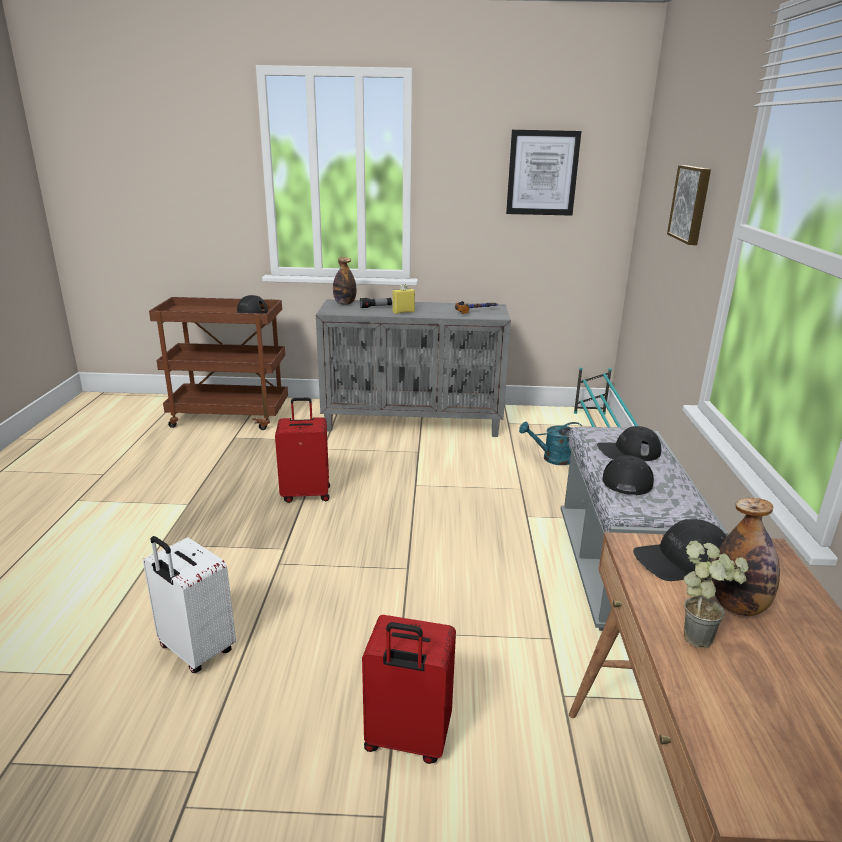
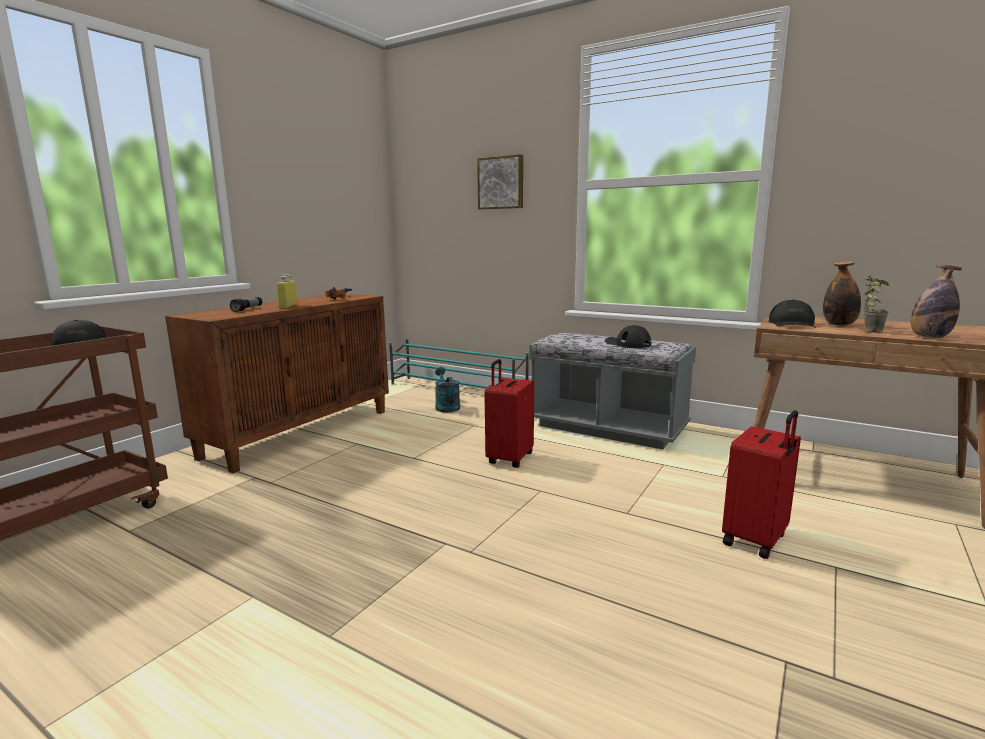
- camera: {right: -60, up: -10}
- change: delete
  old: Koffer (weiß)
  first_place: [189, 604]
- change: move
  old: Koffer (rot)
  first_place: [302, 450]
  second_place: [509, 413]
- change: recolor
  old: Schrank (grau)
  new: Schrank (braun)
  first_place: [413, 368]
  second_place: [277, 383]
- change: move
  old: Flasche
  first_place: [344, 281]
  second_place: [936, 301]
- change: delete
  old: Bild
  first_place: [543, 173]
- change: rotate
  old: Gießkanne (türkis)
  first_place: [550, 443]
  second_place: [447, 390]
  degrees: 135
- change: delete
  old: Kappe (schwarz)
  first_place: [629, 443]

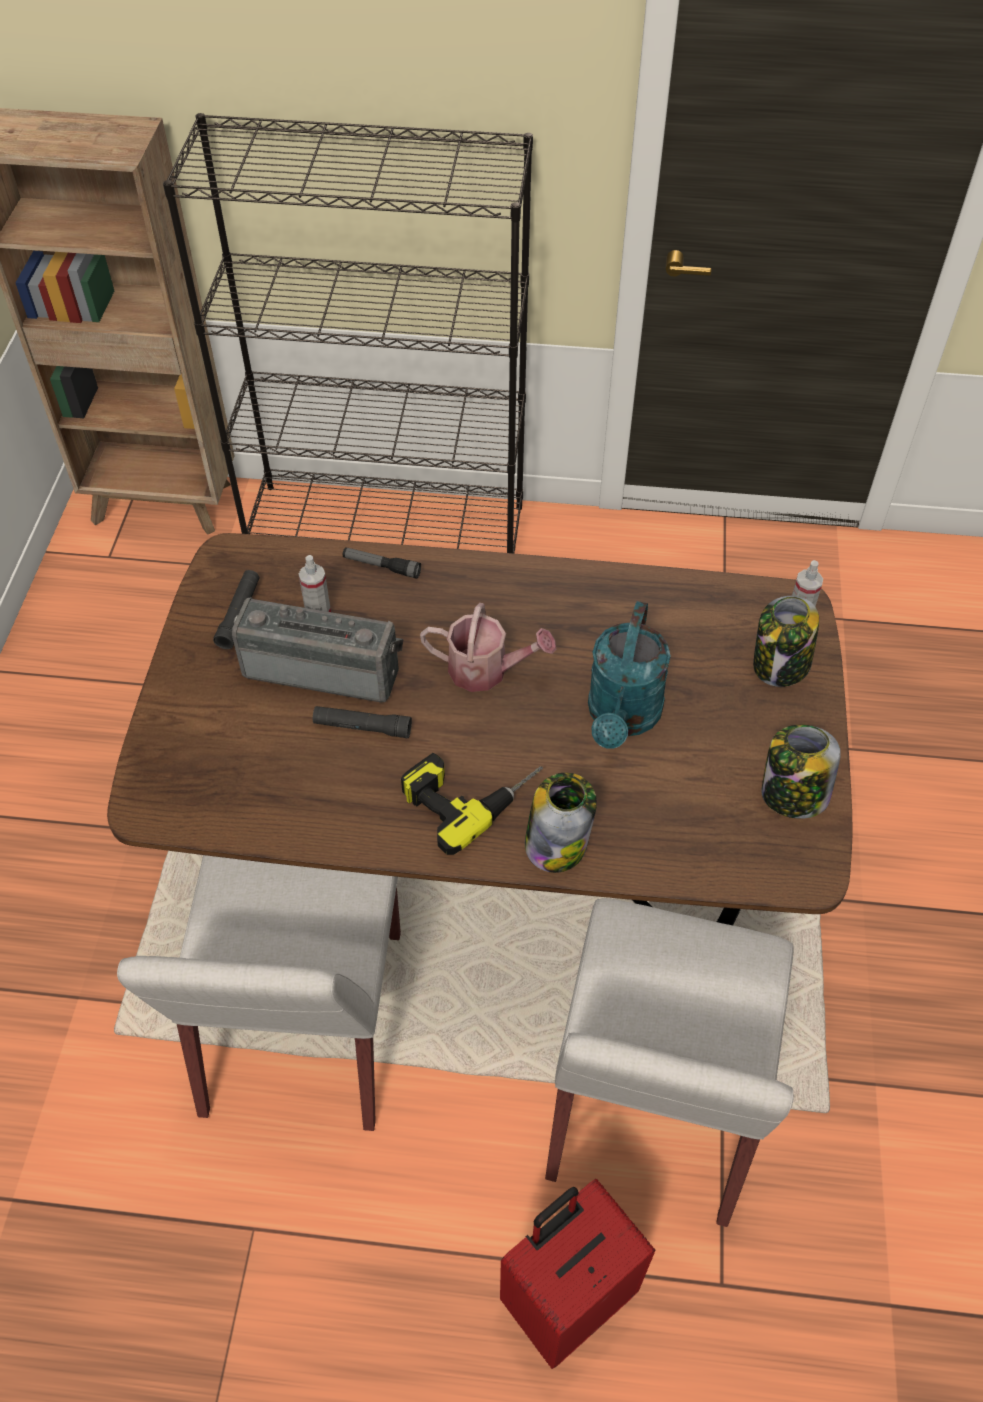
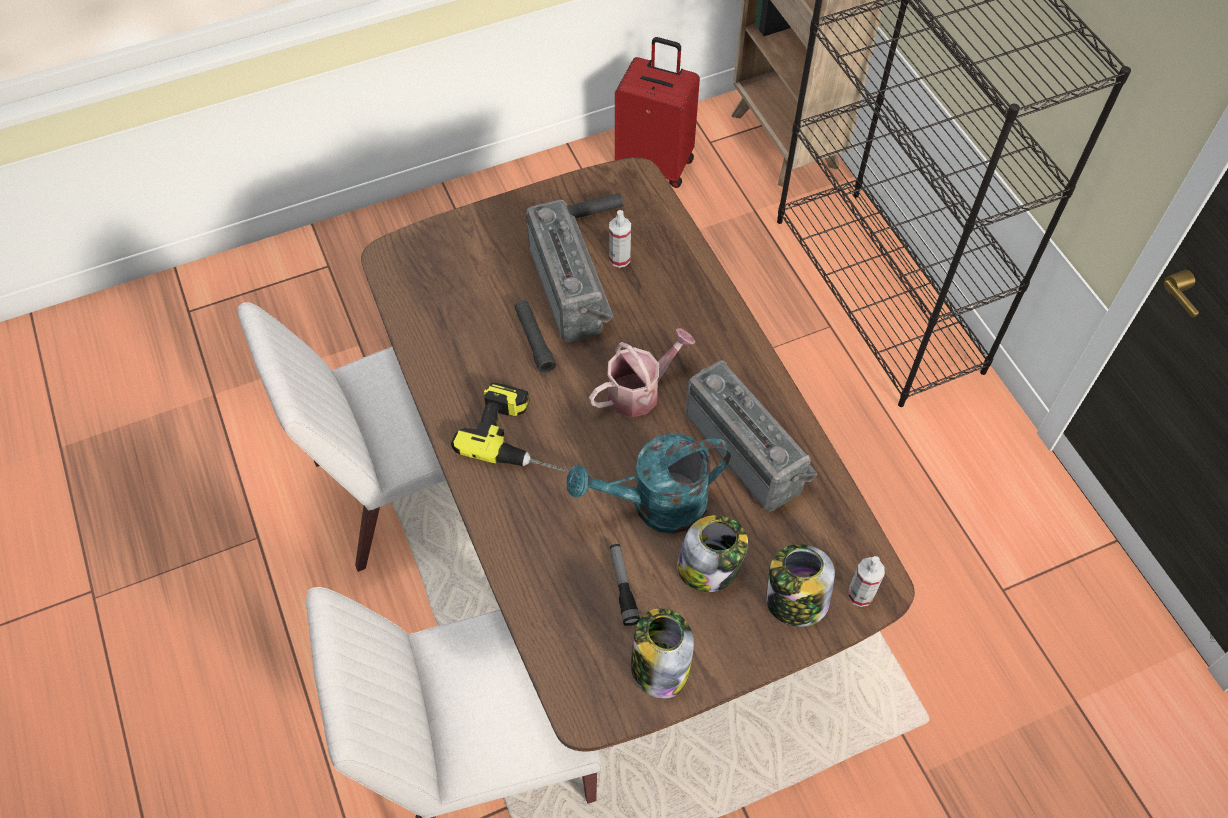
- camera: {right: 60, up: 5}
- change: move
  old: Taschenlampe
  first_place: [382, 563]
  second_place: [625, 585]
- change: rotate
  old: Gießkanne
  first_place: [488, 647]
  second_place: [642, 373]
  degrees: -105
- change: move
  old: Koffer (rot)
  first_place: [578, 1274]
  second_place: [657, 112]
- change: move
  old: Vorratsglas
  first_place: [561, 823]
  second_place: [712, 553]
- change: insert
  new: Radio
  second_place: [751, 436]

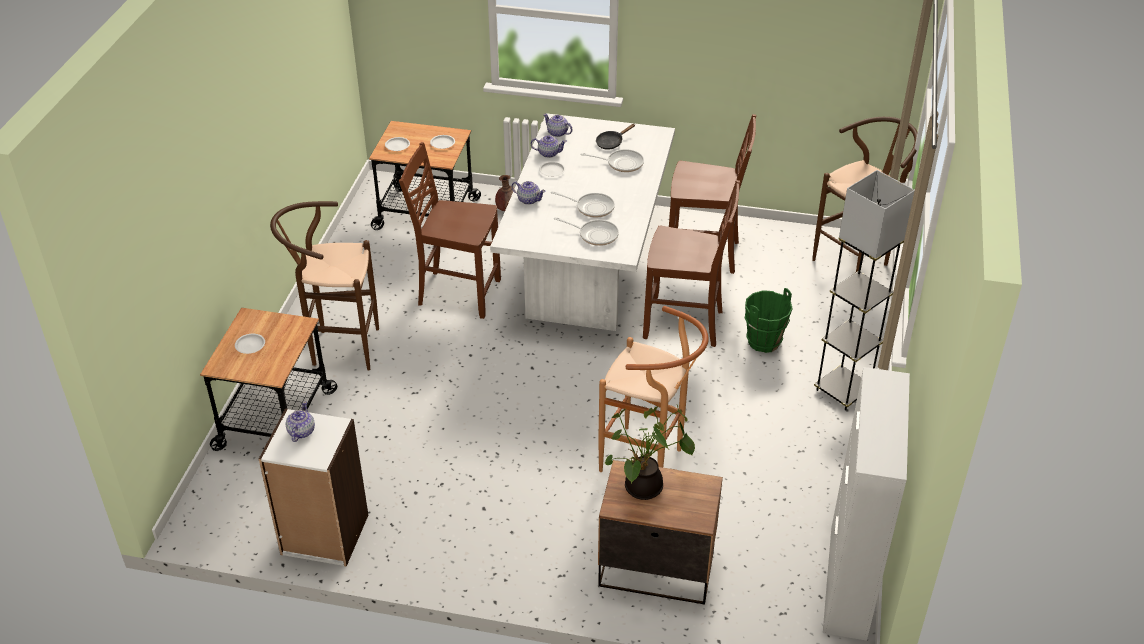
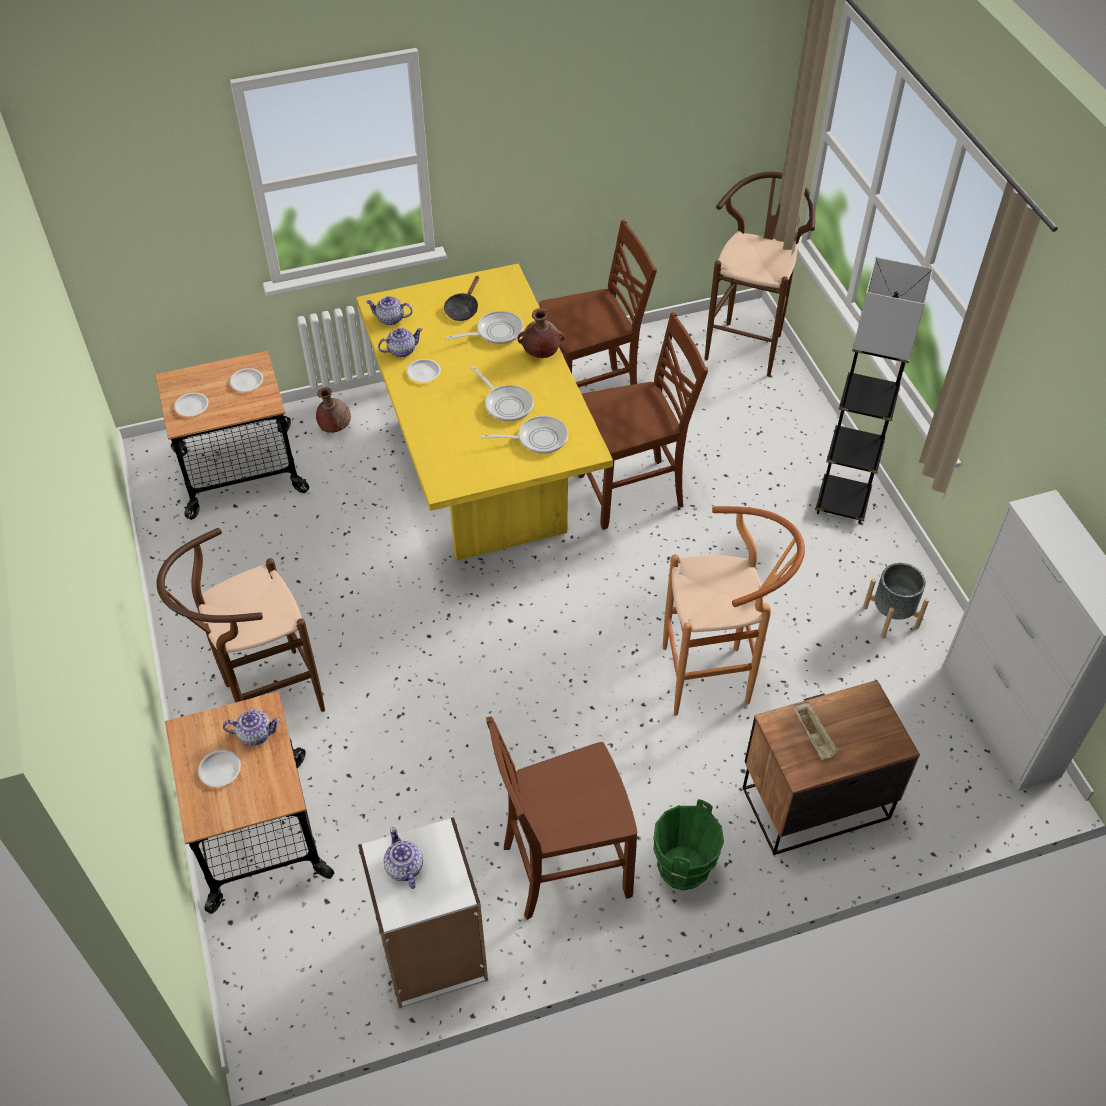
- camera: {right: -30, up: 10}
- change: move
  old: Stuhl (braun)
  first_place: [450, 230]
  second_place: [561, 818]
- change: recolor
  old: Esstisch (weiß)
  new: Esstisch (gelb)
  first_place: [582, 222]
  second_place: [484, 411]
- change: move
  old: Teekanne
  first_place: [529, 193]
  second_place: [252, 728]
- change: rotate
  old: Pfanne
  first_place: [583, 204]
  second_place: [502, 393]
  degrees: 60
- change: replace
  old: Topfpflanze
  new: Tablett (beige)
  first_place: [650, 452]
  second_place: [815, 731]
- change: move
  old: Eimer (grün)
  first_place: [769, 320]
  second_place: [688, 844]
- change: insert
  new: Vase (braun)
  second_place: [541, 333]
- change: insert
  new: Pflanzkübel (grau)
  second_place: [896, 601]

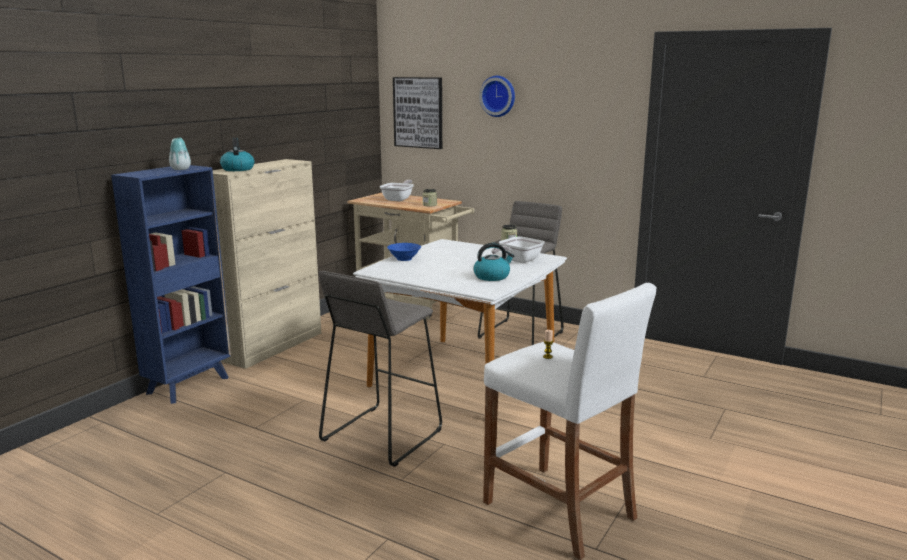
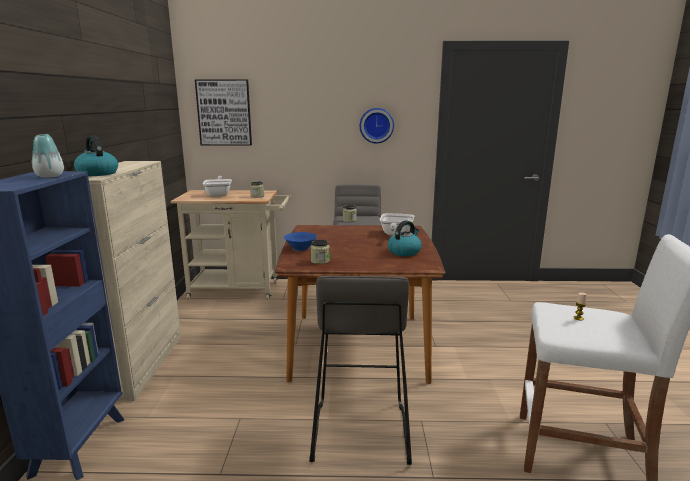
- camera: {right: -30, up: 0}
- change: recolor
  old: Esstisch (weiß)
  new: Esstisch (braun)
  first_place: [460, 313]
  second_place: [360, 304]
- change: move
  old: Wanduhr
  first_place: [497, 96]
  second_place: [377, 126]
- change: insert
  new: Vorratsglas
  second_place: [320, 251]

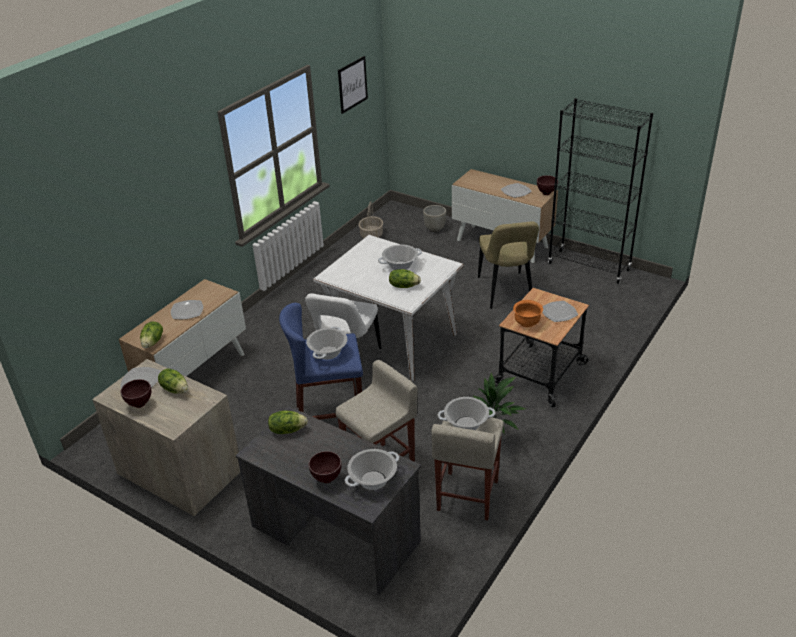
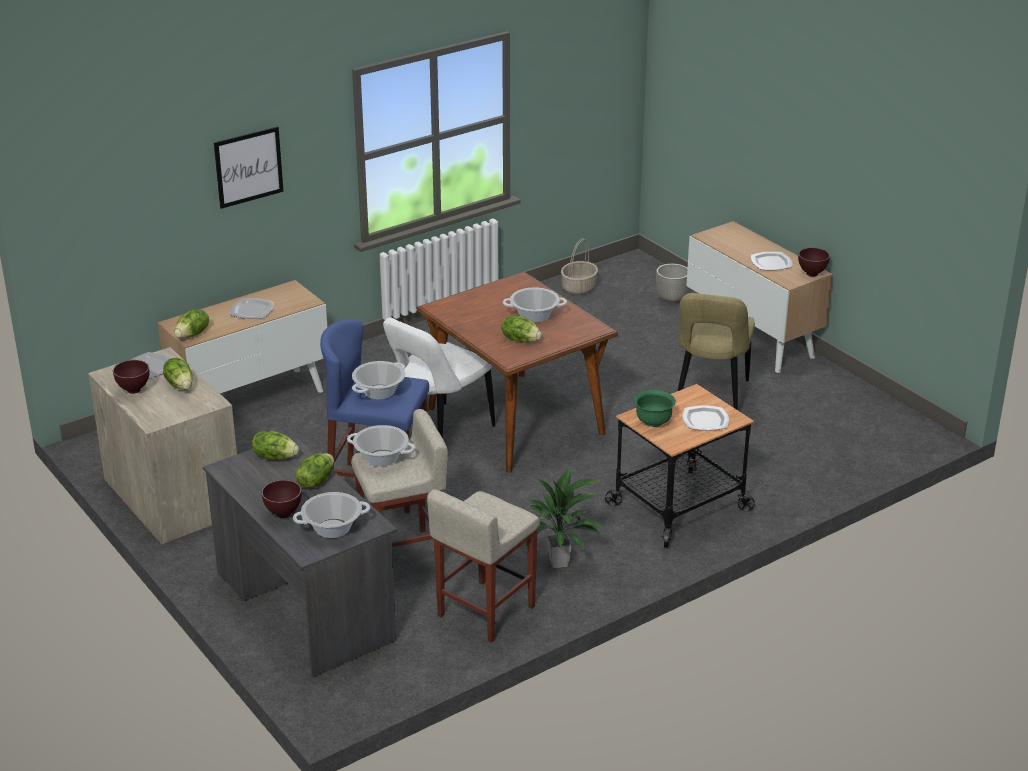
- camera: {right: 20, up: -5}
- change: recolor
  old: Esstisch (weiß)
  new: Esstisch (braun)
  first_place: [388, 308]
  second_place: [517, 372]
- change: move
  old: Bild
  first_place: [353, 85]
  second_place: [249, 167]
- change: move
  old: Kochtopf
  first_place: [467, 413]
  second_place: [381, 446]
- change: recolor
  old: Schüssel (orange)
  new: Schüssel (grün)
  first_place: [528, 313]
  second_place: [655, 408]
- change: delete
  old: Bücherregal (schwarz)
  first_place: [600, 191]
- change: insert
  new: Salatkopf
  second_place: [315, 470]

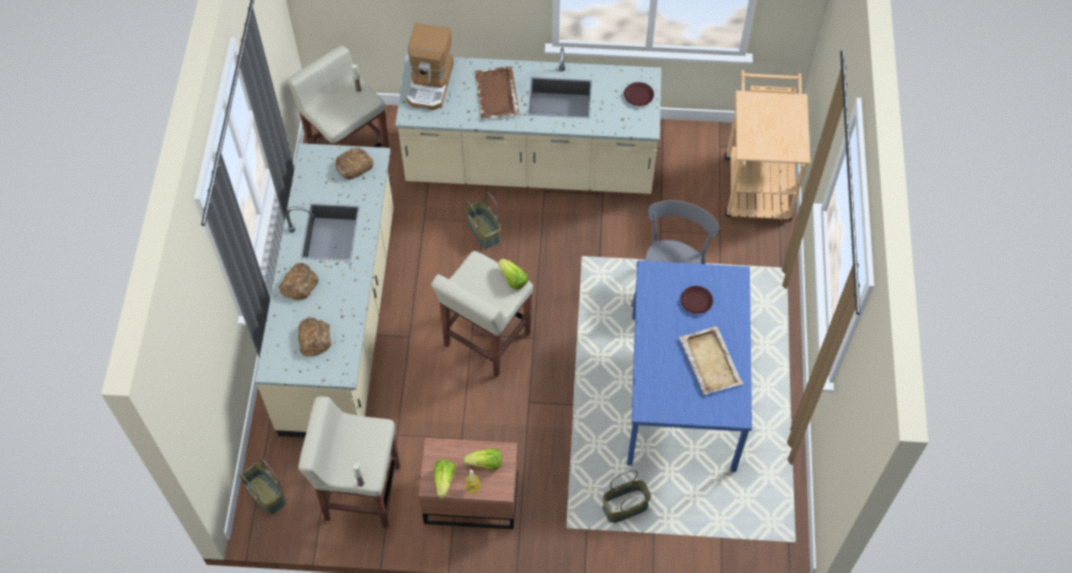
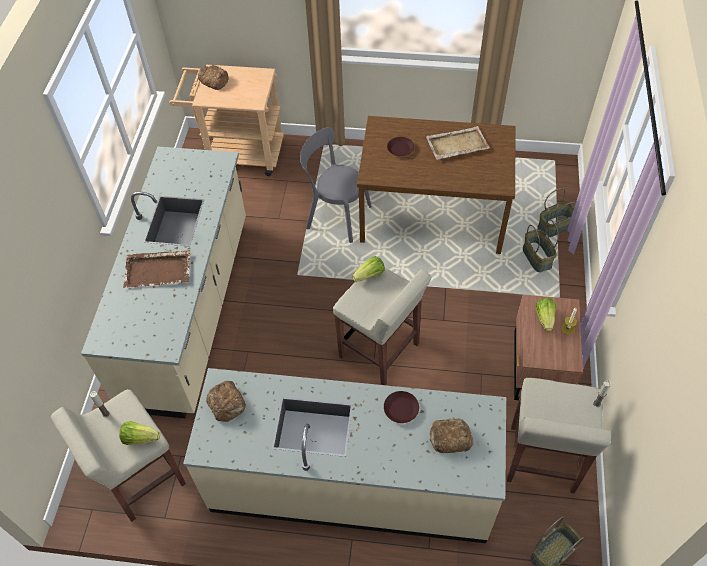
- camera: {right: -85, up: -5}
- change: move
  old: Brot
  first_place: [299, 281]
  second_place: [213, 77]
- change: delete
  old: Kaffeemaschine
  first_place: [430, 66]
- change: move
  old: Salatkopf
  first_place: [445, 478]
  second_place: [139, 433]
- change: move
  old: Korb
  first_place: [483, 220]
  second_place: [556, 212]
- change: move
  old: Teller (braun)
  first_place: [639, 94]
  second_place: [401, 407]
- change: recolor
  old: Esstisch (blau)
  new: Esstisch (braun)
  first_place: [689, 366]
  second_place: [436, 185]

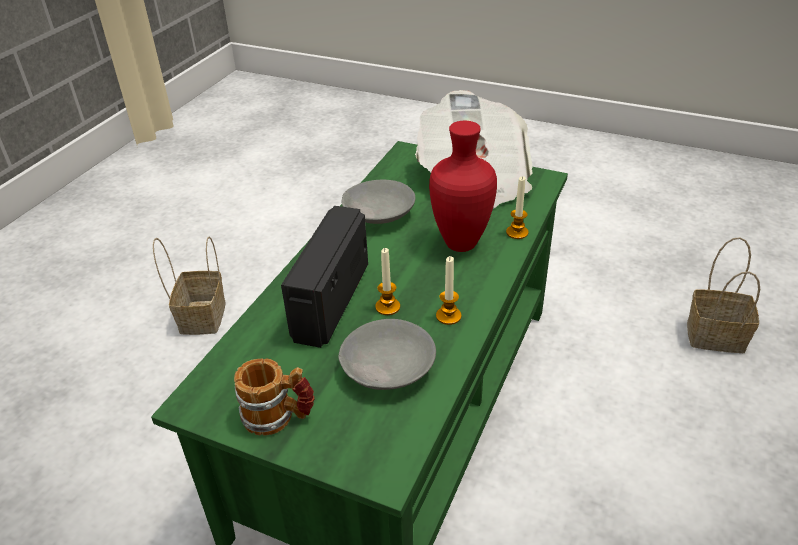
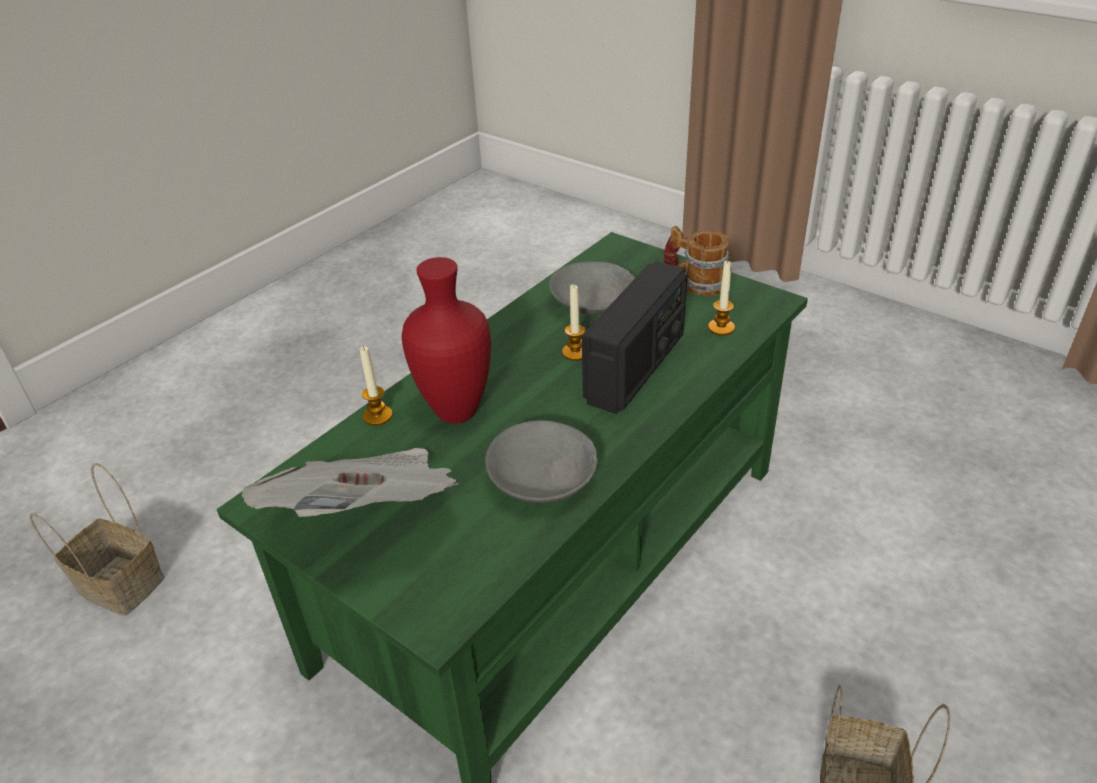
- camera: {right: -165, up: 0}
- change: move
  old: Kerze
  first_place: [449, 290]
  second_place: [721, 298]

